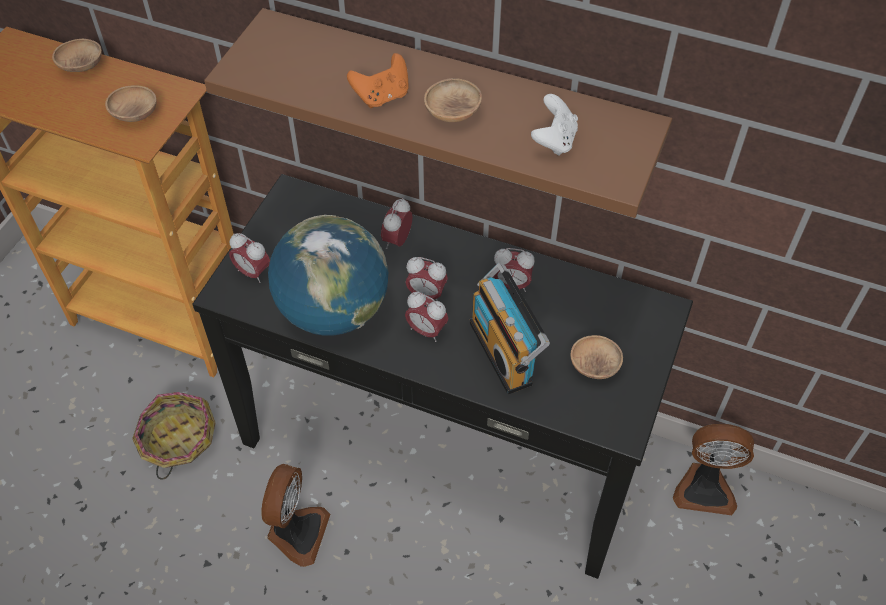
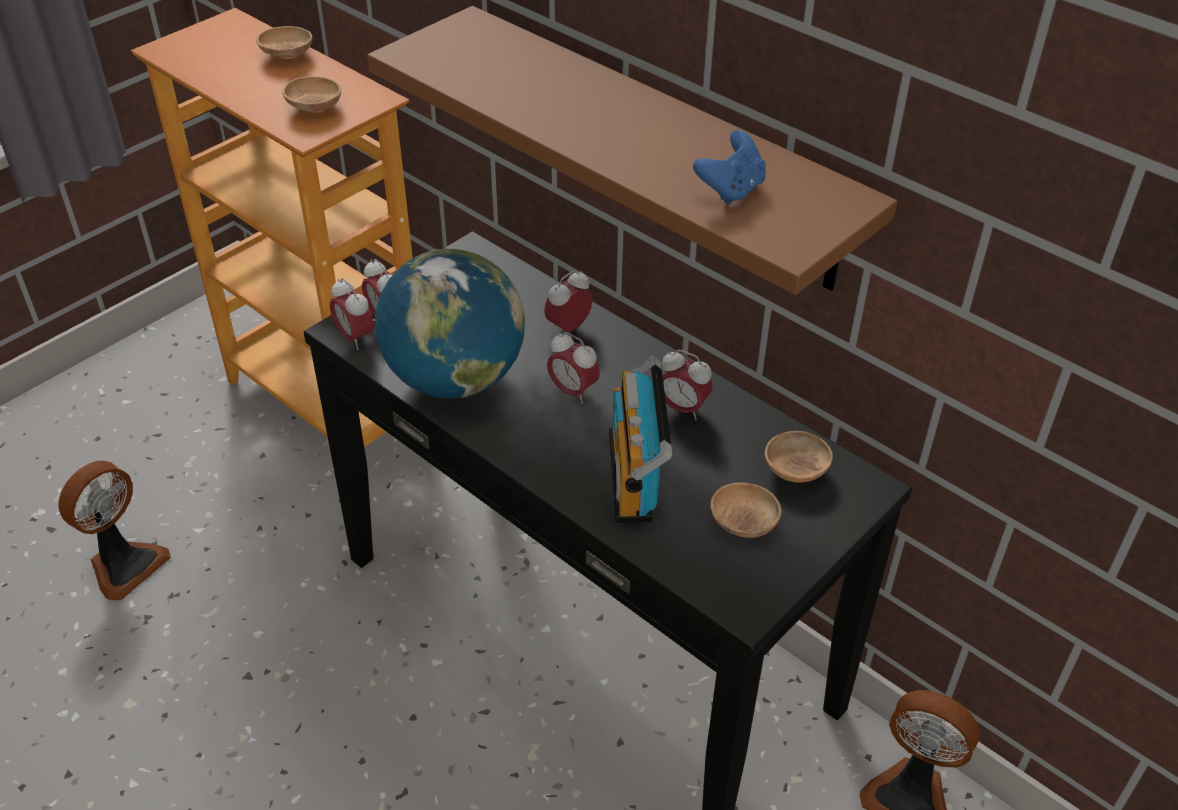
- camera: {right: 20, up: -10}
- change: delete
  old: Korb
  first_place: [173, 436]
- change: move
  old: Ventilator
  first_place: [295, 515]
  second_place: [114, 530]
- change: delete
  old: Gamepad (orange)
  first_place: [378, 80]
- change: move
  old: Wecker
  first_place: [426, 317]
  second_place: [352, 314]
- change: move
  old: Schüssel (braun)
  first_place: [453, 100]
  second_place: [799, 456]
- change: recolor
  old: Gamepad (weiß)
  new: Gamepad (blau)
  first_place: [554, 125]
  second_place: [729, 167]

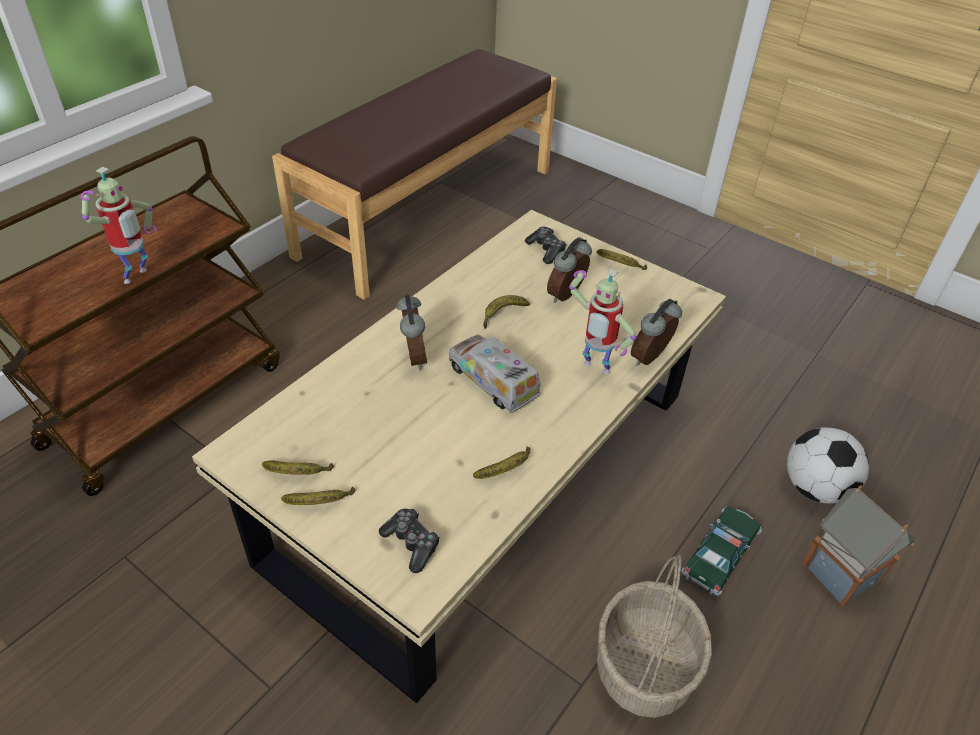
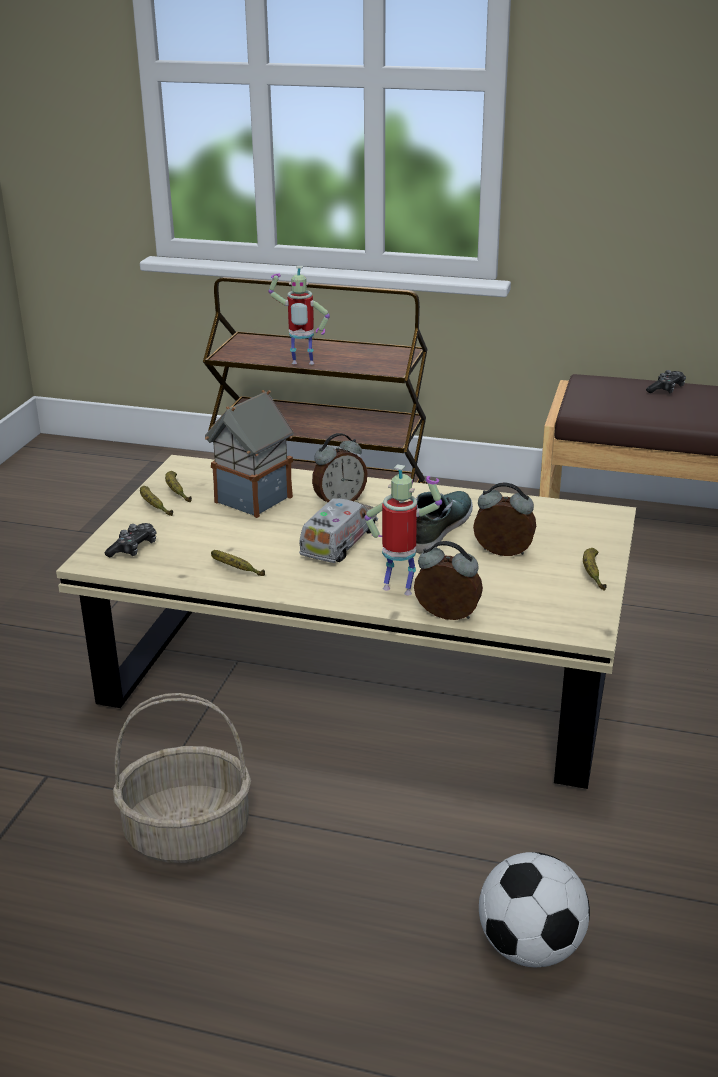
- camera: {right: 70, up: -15}
- change: replace
  old: Banane
  new: Schuh
  first_place: [506, 312]
  second_place: [444, 522]
- change: move
  old: Gamepad
  first_place: [546, 245]
  second_place: [666, 381]
- change: rotate
  old: Spielzeugroboter
  first_place: [603, 321]
  second_place: [403, 529]
  degrees: 105
- change: delete
  old: Spielzeugauto
  first_place: [721, 551]
- change: move
  old: Spielzeughaus
  first_place: [858, 546]
  second_place: [249, 454]

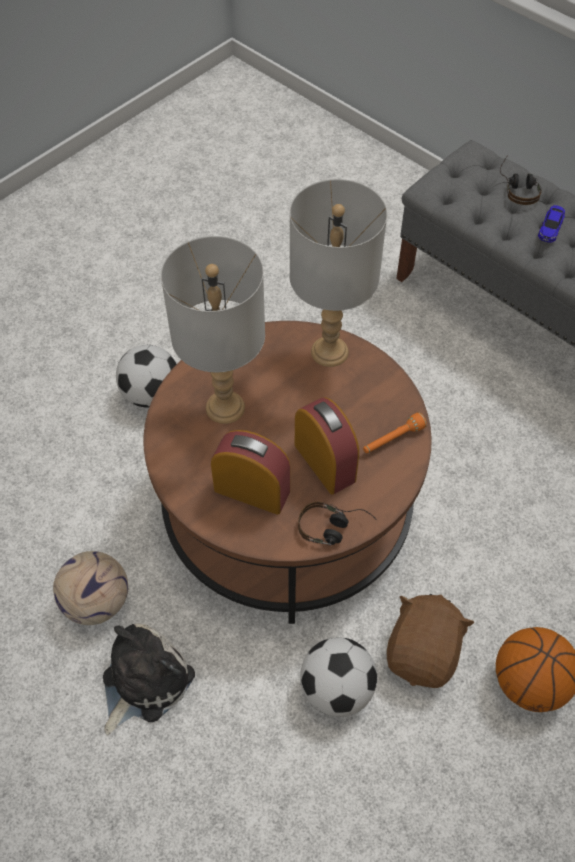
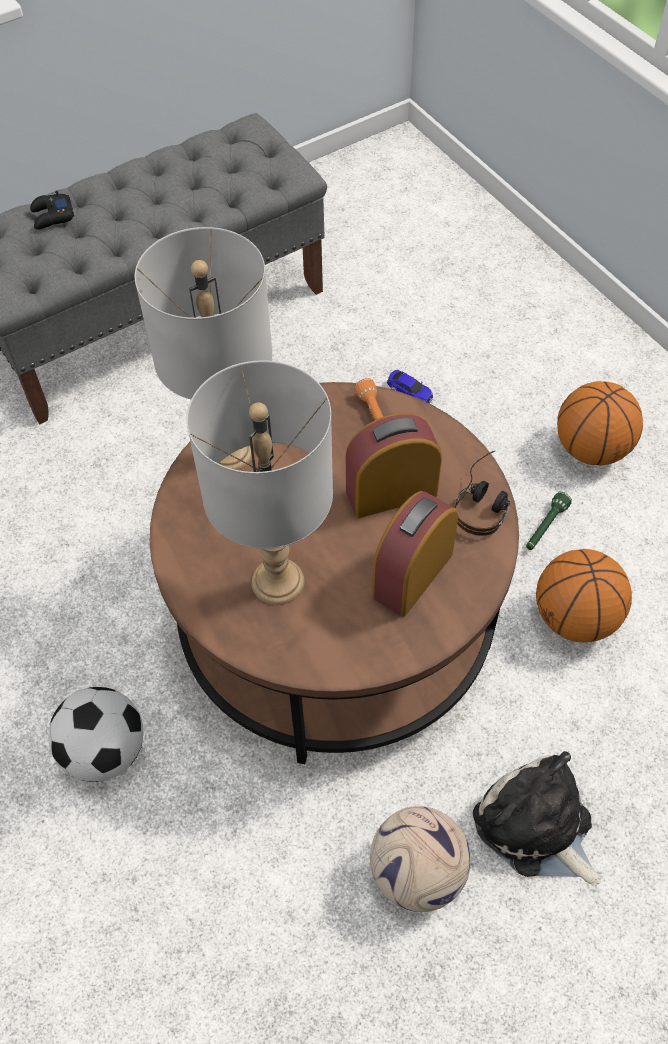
- camera: {right: -75, up: 0}
- change: replace
  old: Fußball
  new: Basketball
  first_place: [338, 677]
  second_place: [584, 596]
- change: replace
  old: Plüschtier (braun)
  new: Taschenlampe (grün)
  first_place: [431, 641]
  second_place: [549, 521]
- change: replace
  old: Kopfhörer
  new: Gamepad (schwarz)
  first_place: [521, 180]
  second_place: [52, 210]
- change: move
  old: Spielzeugauto
  first_place: [551, 224]
  second_place: [410, 386]

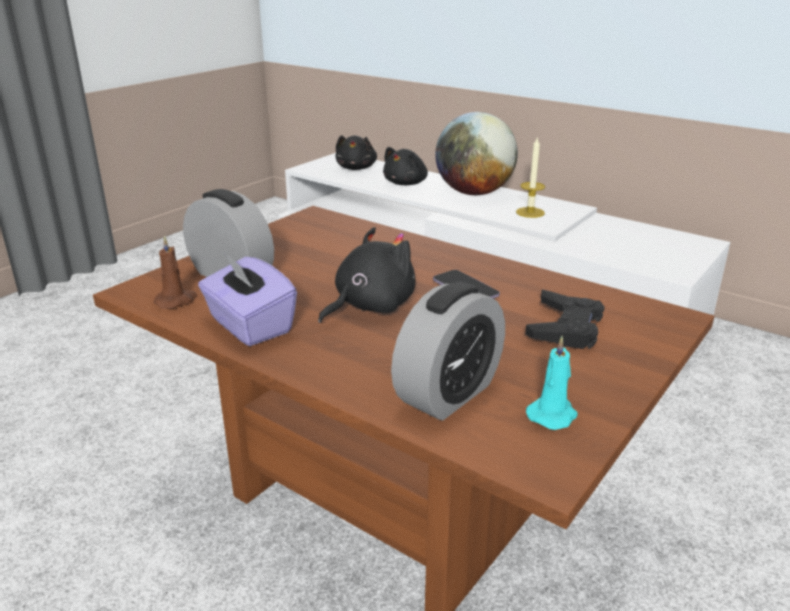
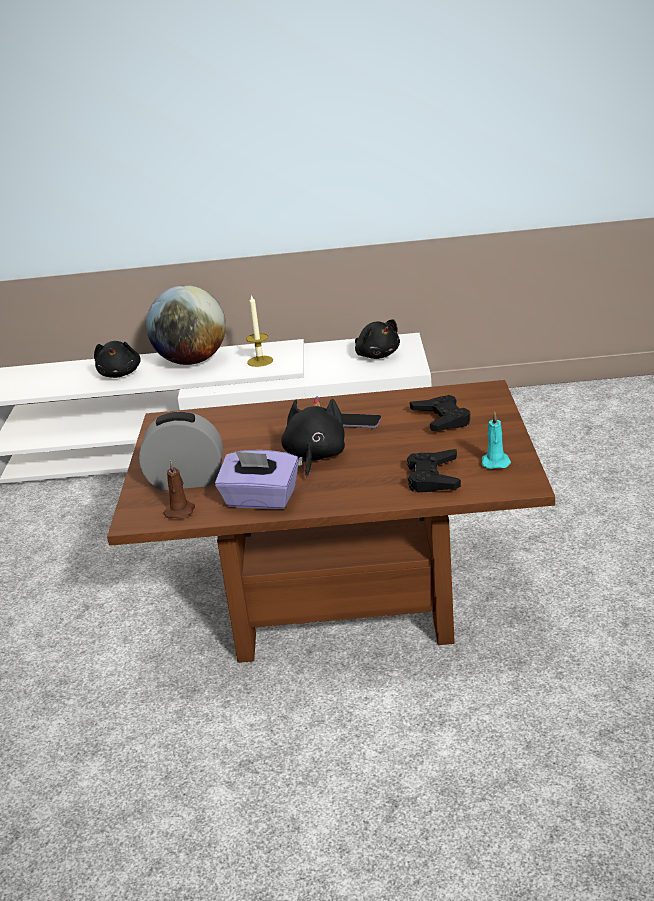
- camera: {right: -35, up: 0}
- change: move
  old: Plüschtier (schwarz)
  first_place: [356, 152]
  second_place: [377, 339]
- change: replace
  old: Wecker
  new: Gamepad (schwarz)
  first_place: [448, 351]
  second_place: [434, 470]

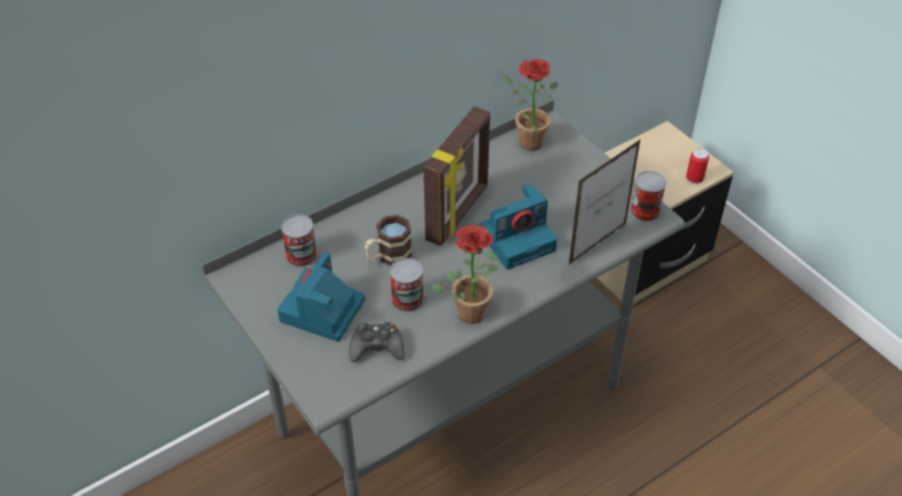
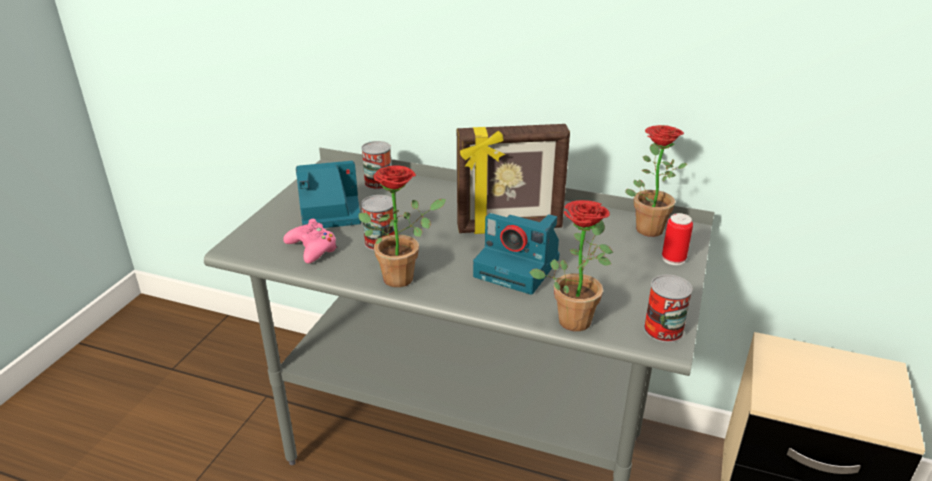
- camera: {right: 55, up: -15}
- change: recolor
  old: Gamepad (schwarz)
  new: Gamepad (rosa)
  first_place: [376, 342]
  second_place: [310, 241]
- change: delete
  old: Henkelbecher
  first_place: [388, 240]
- change: replace
  old: Bilderrahmen
  new: Topfpflanze
  first_place: [605, 201]
  second_place: [571, 265]
- change: move
  old: Dose
  first_place: [697, 166]
  second_place: [677, 239]

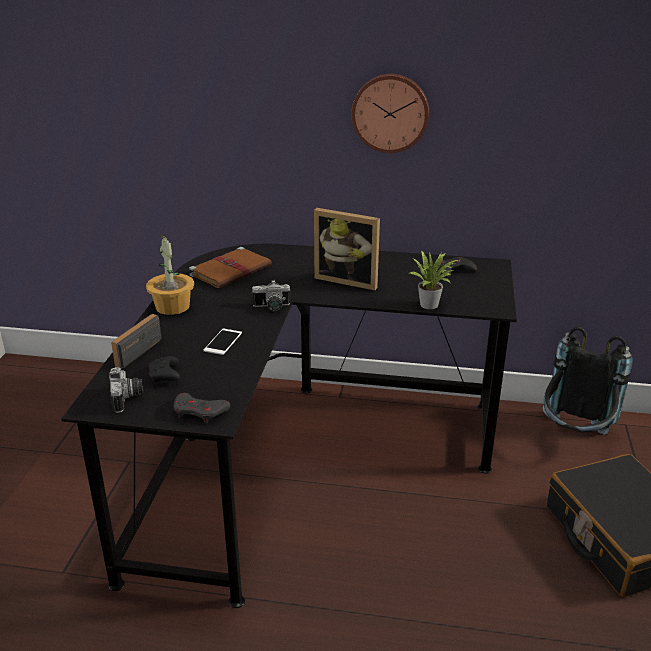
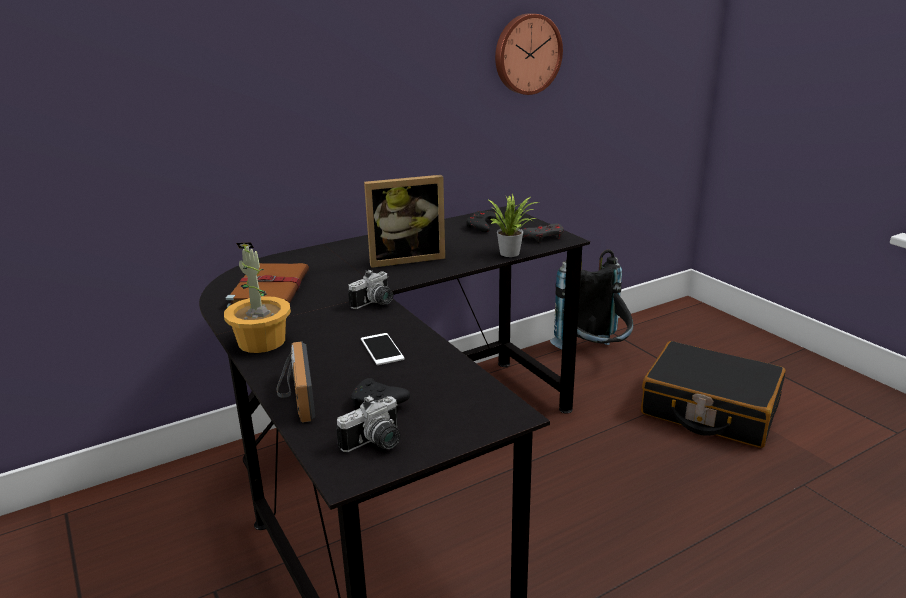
- camera: {right: -40, up: -5}
- change: rotate
  old: Kamera
  first_place: [126, 390]
  second_place: [368, 423]
  degrees: 105
- change: move
  old: Gamepad (grau)
  first_place: [202, 408]
  second_place: [542, 233]
- change: move
  old: Wanduhr
  first_place: [390, 113]
  second_place: [529, 54]

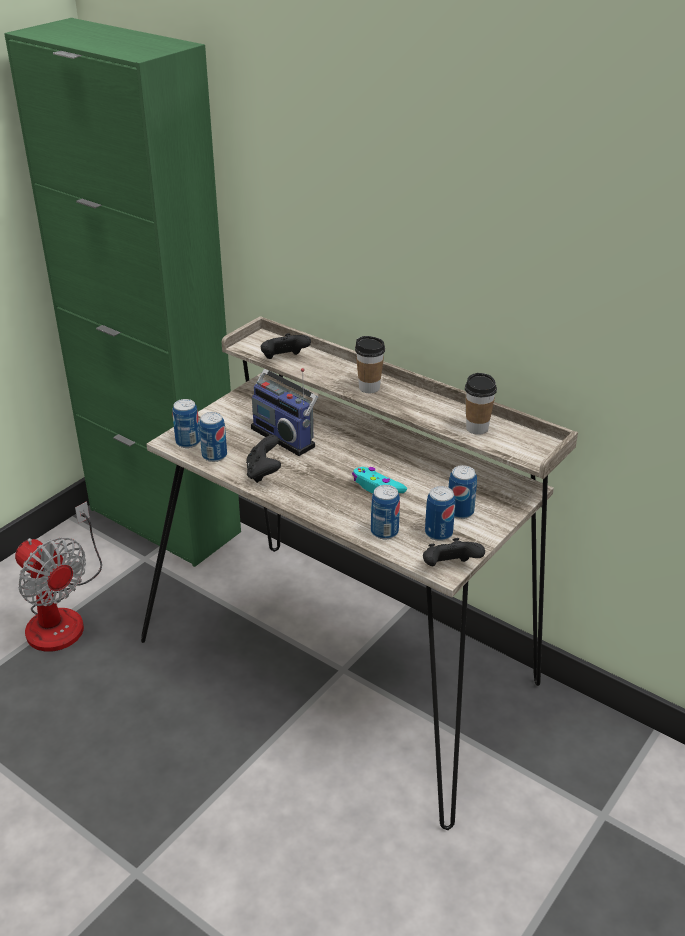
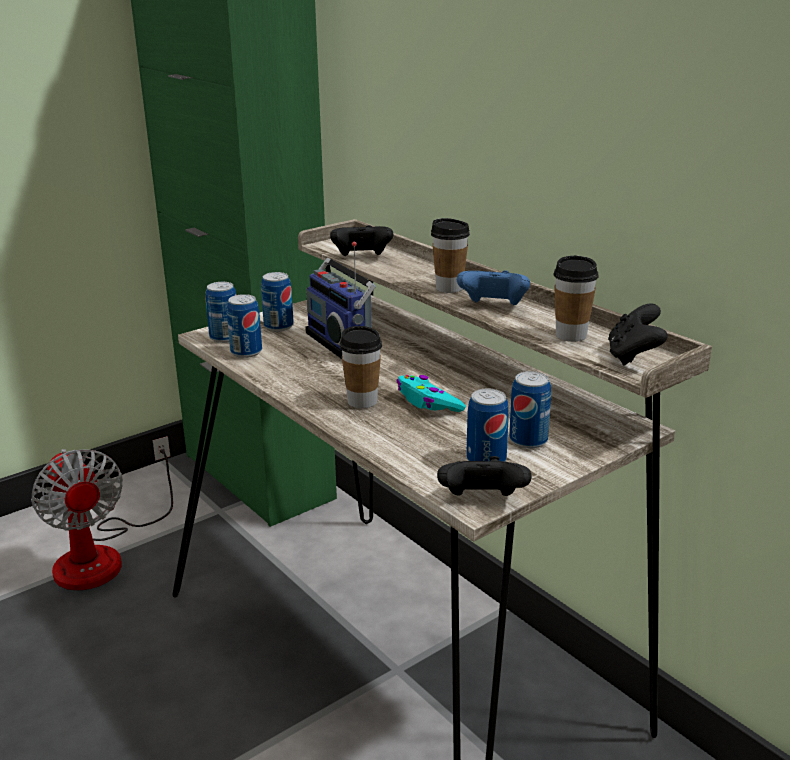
- camera: {right: 15, up: -10}
- change: move
  old: Gamepad (schwarz)
  first_place: [263, 459]
  second_place: [638, 334]
- change: move
  old: Dose
  first_place: [385, 512]
  second_place: [277, 302]
- change: insert
  new: Tasse
  second_place: [361, 367]
- change: insert
  new: Gamepad (blau)
  second_place: [493, 287]

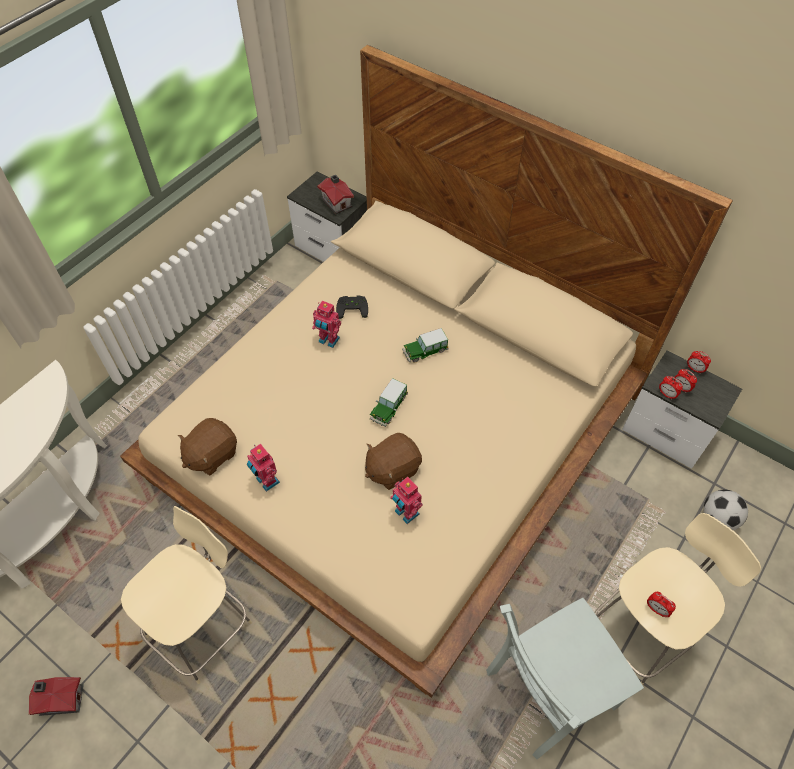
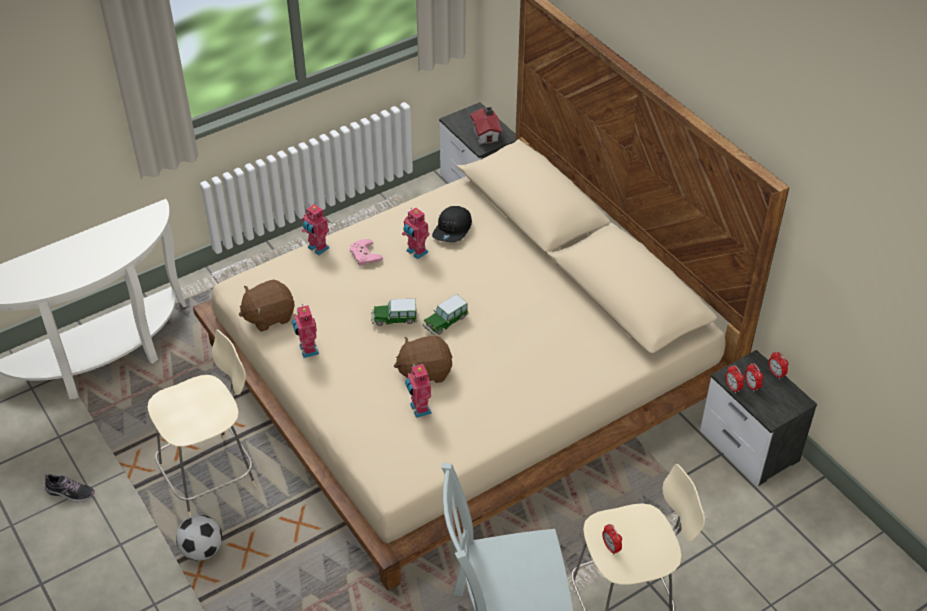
- camera: {right: 20, up: -10}
- change: replace
  old: Spielzeughaus
  new: Schuh
  first_place: [56, 696]
  second_place: [70, 488]
- change: replace
  old: Gamepad (schwarz)
  new: Kappe (schwarz)
  first_place: [352, 307]
  second_place: [452, 224]
- change: move
  old: Spielzeugauto
  first_place: [425, 345]
  second_place: [394, 312]
- change: move
  old: Fußball
  first_place: [725, 510]
  second_place: [199, 538]
- change: insert
  new: Spielzeugroboter
  second_place: [315, 229]
- change: insert
  new: Gamepad (rosa)
  second_place: [366, 252]

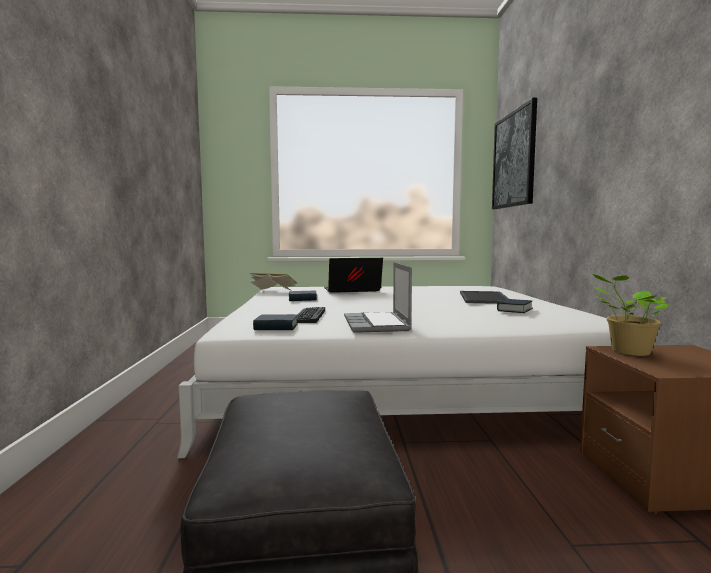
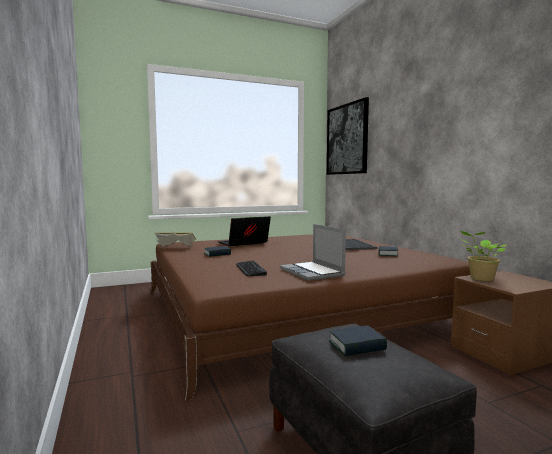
- camera: {right: -20, up: 0}
- change: recolor
  old: Bett (weiß)
  new: Bett (braun)
  first_place: [394, 372]
  second_place: [310, 317]
- change: move
  old: Buch
  first_place: [275, 322]
  second_place: [358, 340]

